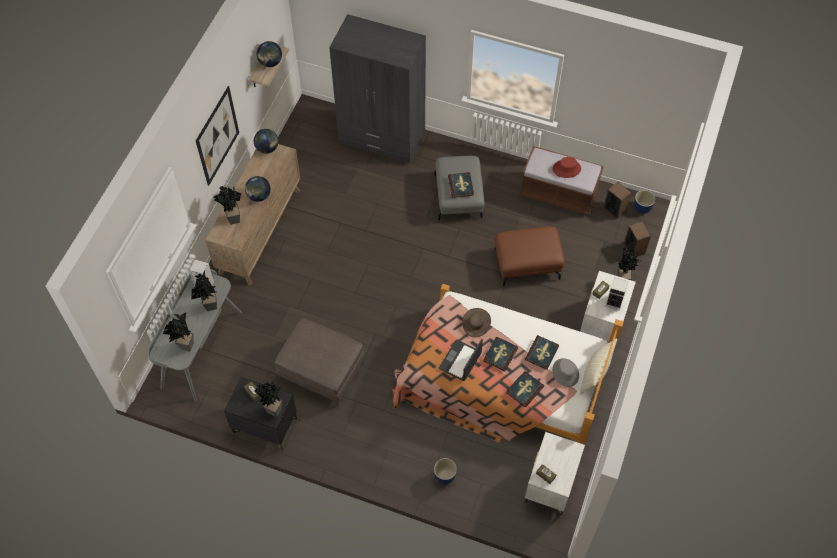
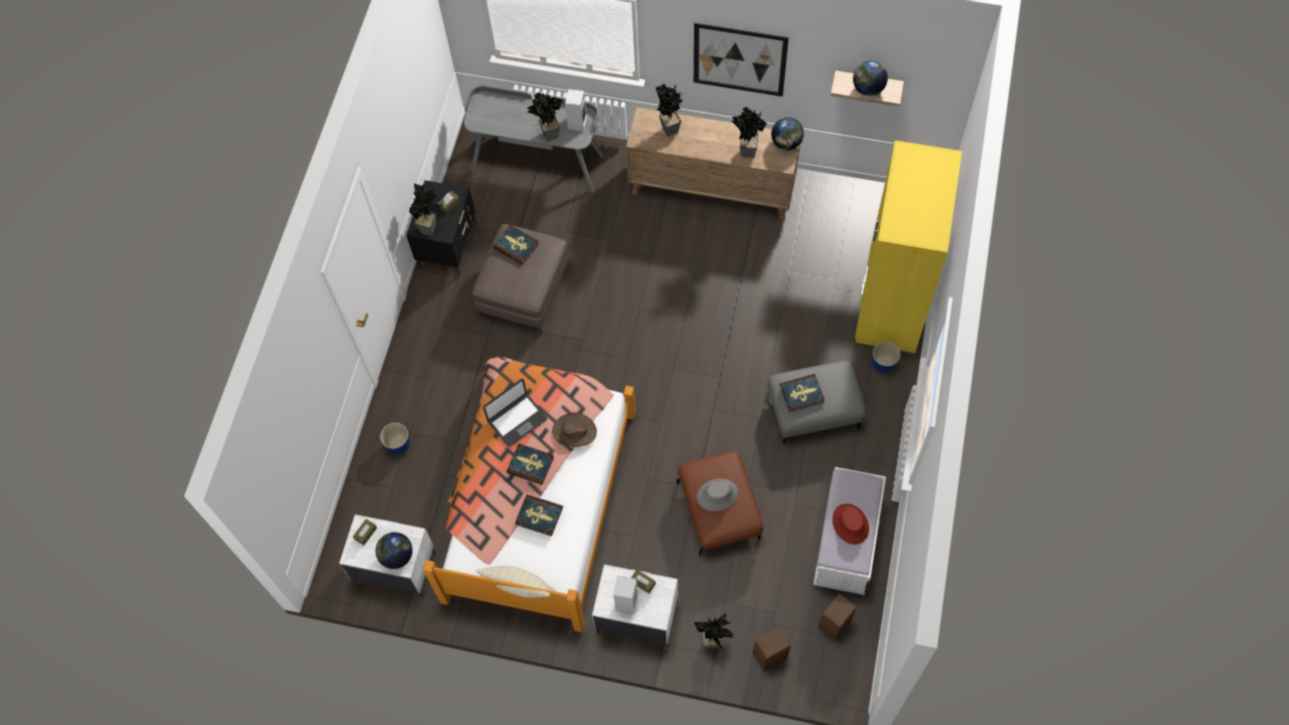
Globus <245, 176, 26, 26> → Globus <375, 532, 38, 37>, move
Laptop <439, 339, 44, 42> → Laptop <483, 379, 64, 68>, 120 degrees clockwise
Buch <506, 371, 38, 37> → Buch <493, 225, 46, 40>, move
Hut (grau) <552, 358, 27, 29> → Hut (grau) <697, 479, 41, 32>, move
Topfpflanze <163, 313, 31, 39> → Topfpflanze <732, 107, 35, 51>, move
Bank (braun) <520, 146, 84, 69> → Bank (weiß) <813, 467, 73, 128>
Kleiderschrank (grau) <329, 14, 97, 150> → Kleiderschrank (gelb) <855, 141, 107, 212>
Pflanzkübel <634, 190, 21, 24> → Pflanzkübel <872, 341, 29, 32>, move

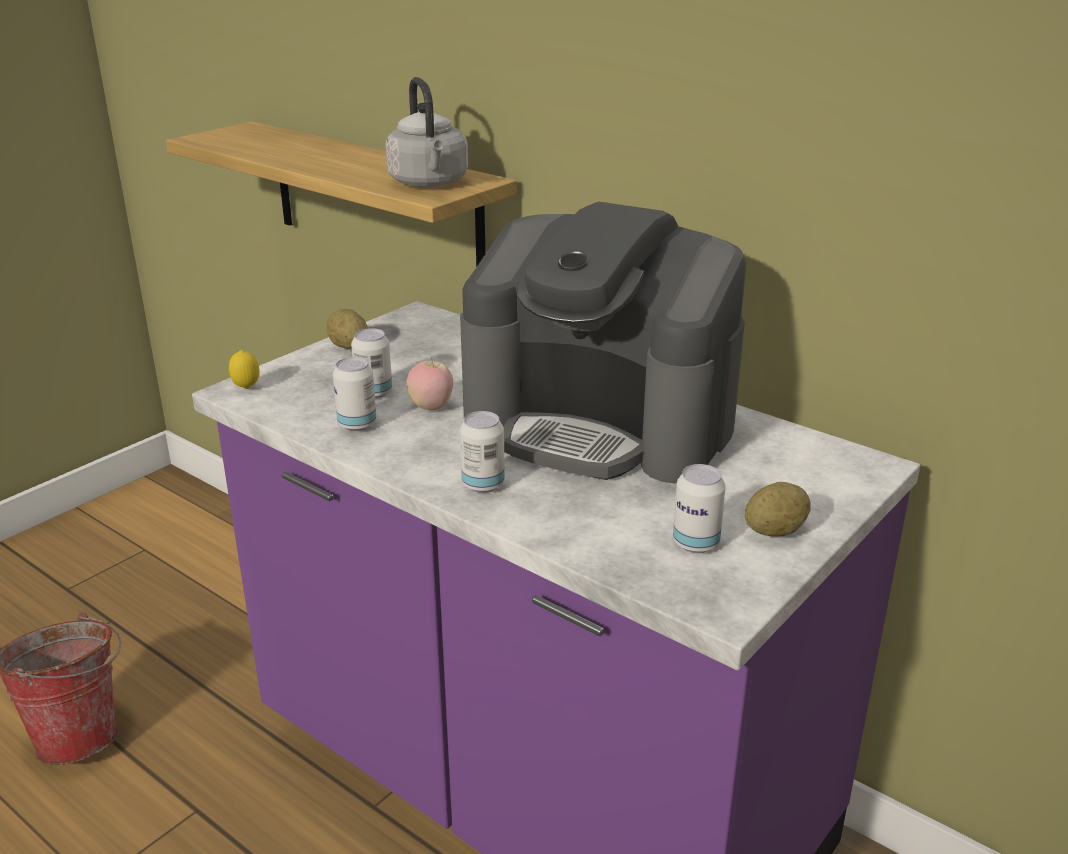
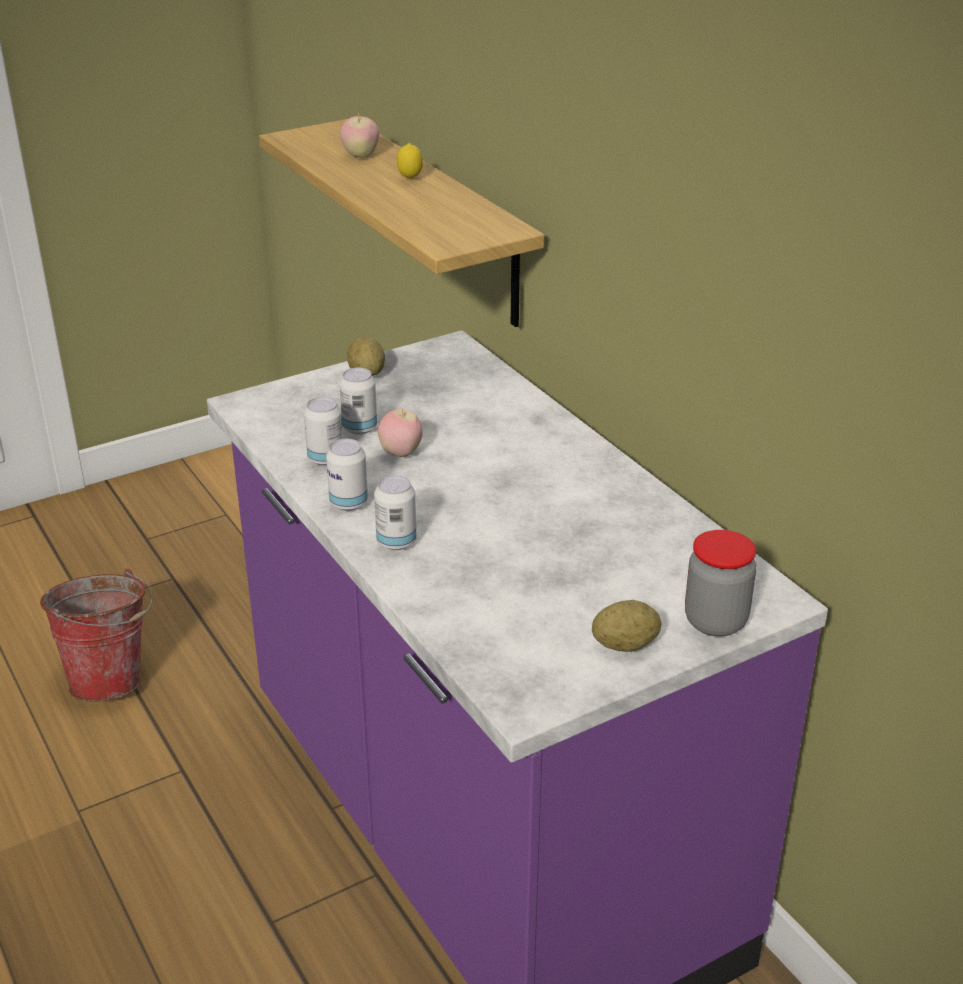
Dose <673, 464, 53, 89> → Dose <326, 439, 42, 72>, move
- → Apfel <340, 113, 39, 45>
Zitrone <229, 350, 30, 39> → Zitrone <397, 143, 26, 37>, move
- → Vorratsglas <685, 530, 71, 107>
Wasserkessel (grau) <385, 77, 83, 110> → -
Kaffeemaschine <460, 202, 287, 281> → -

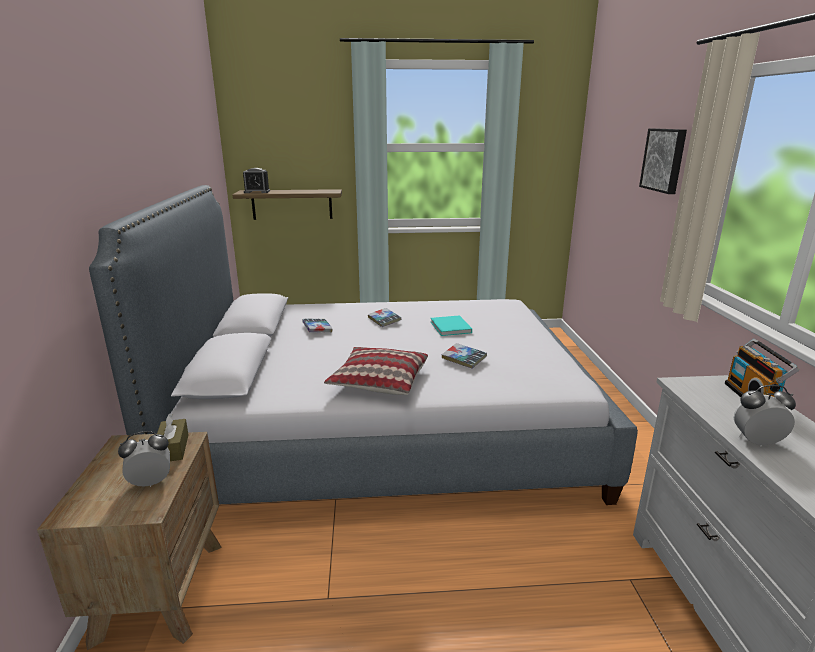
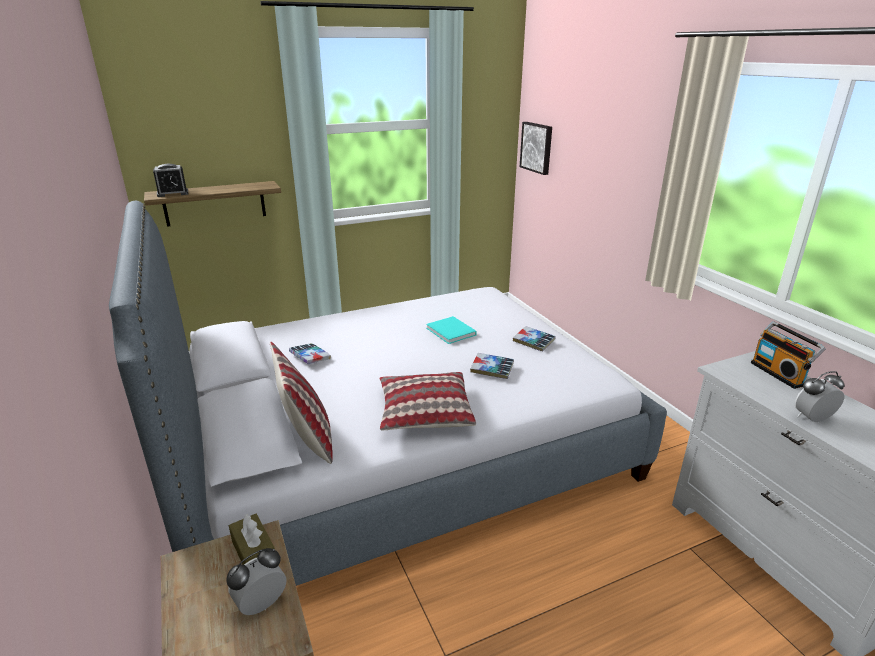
- → Kissen <270, 342, 63, 122>
Buch <368, 308, 34, 19> → Buch <513, 326, 43, 25>, move
Bild <639, 128, 48, 66> → Bild <520, 122, 32, 53>, move

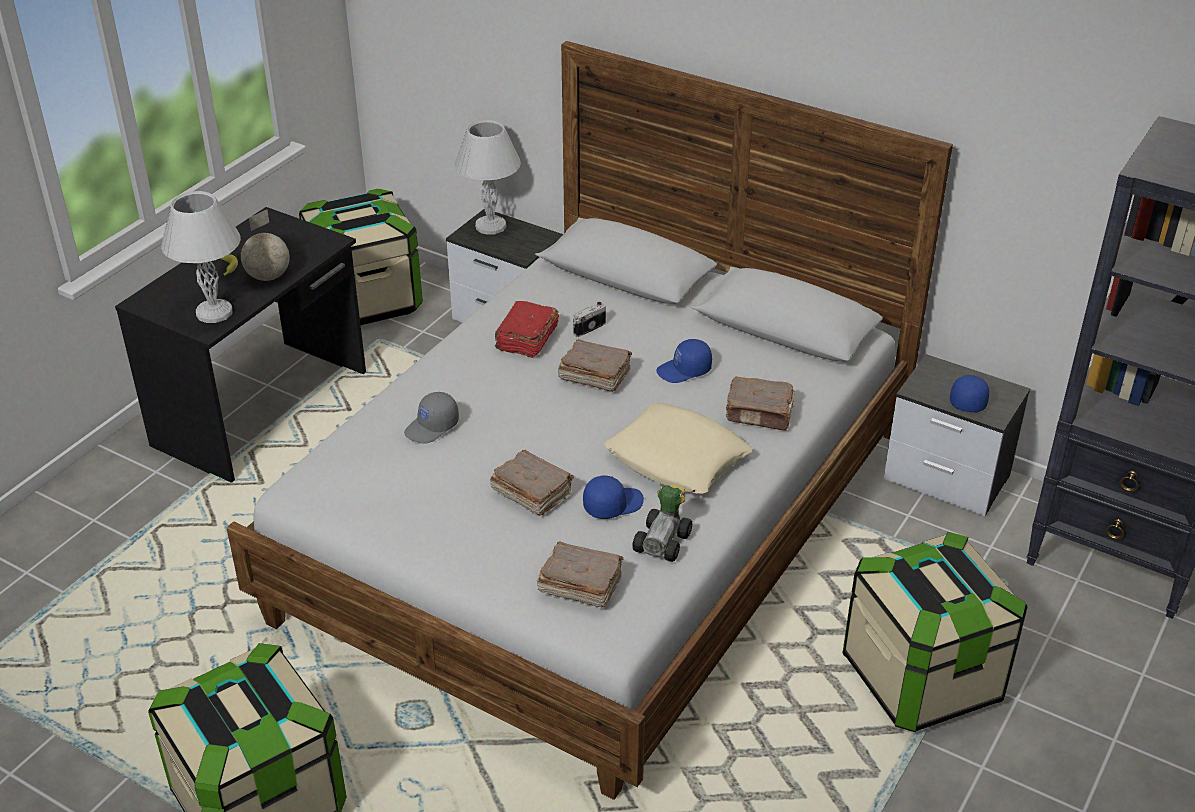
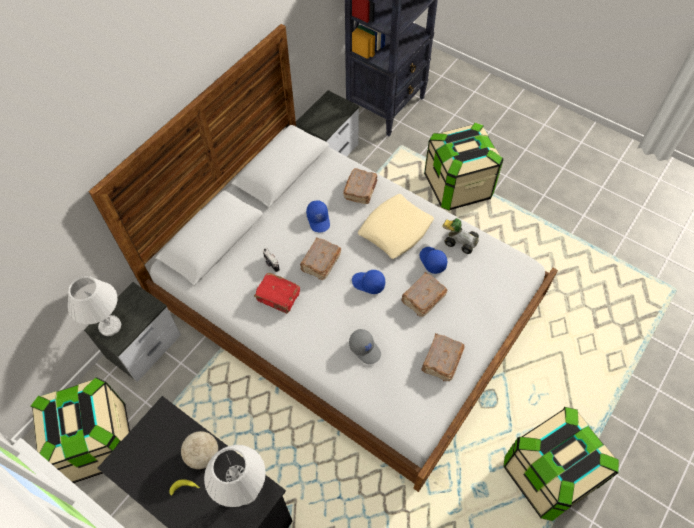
Kappe (blau) <950, 375, 39, 37> → Kappe (blau) <352, 270, 33, 24>, move
Buch (braun) <537, 541, 86, 67> → Buch (braun) <421, 333, 43, 49>, move

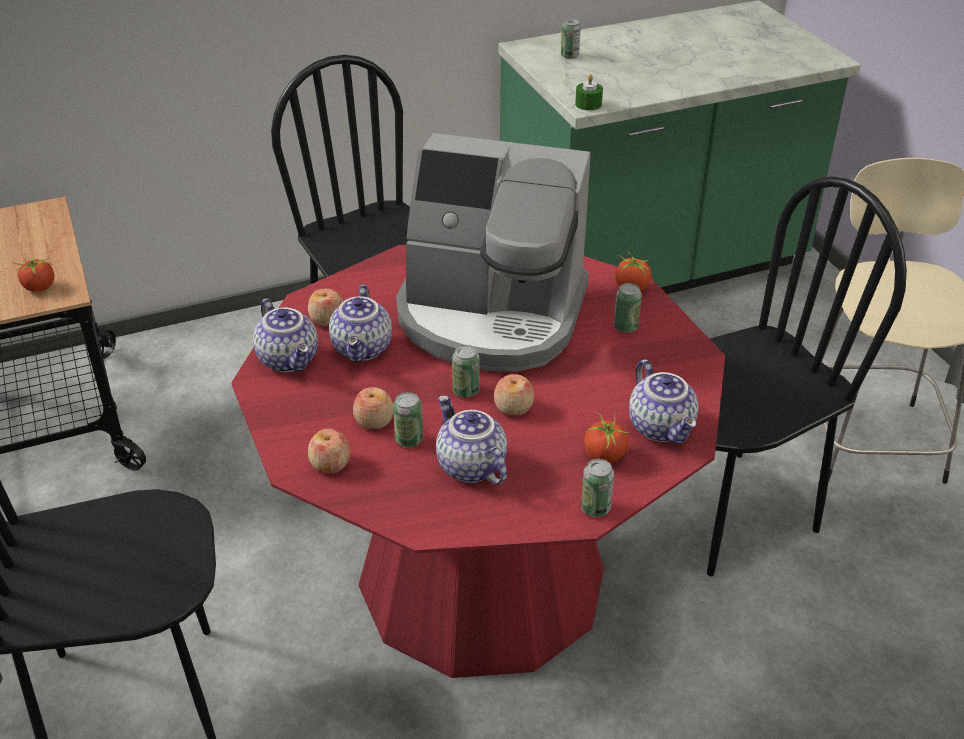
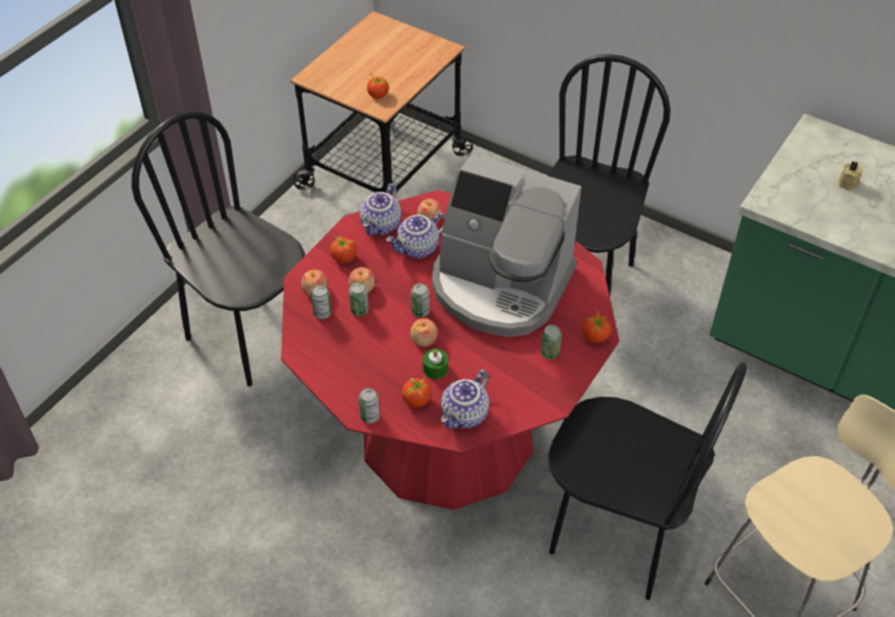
Dose <561, 19, 20, 40> → Dose <311, 285, 20, 34>, move
- → Tomate <329, 235, 28, 28>
Kerze (grün) <575, 74, 28, 36> → Kerze (grün) <423, 349, 25, 30>, move
Kaffeemaschine <396, 133, 195, 239> → Kaffeemaschine <432, 153, 149, 184>, 45 degrees counterclockwise
- → Kerze (beige) <838, 161, 25, 30>
Teekanne <436, 395, 71, 90> → -

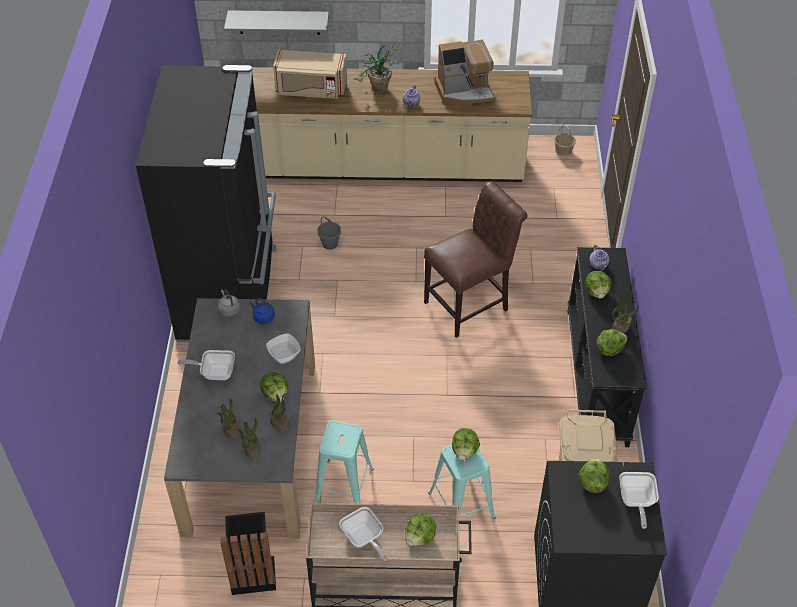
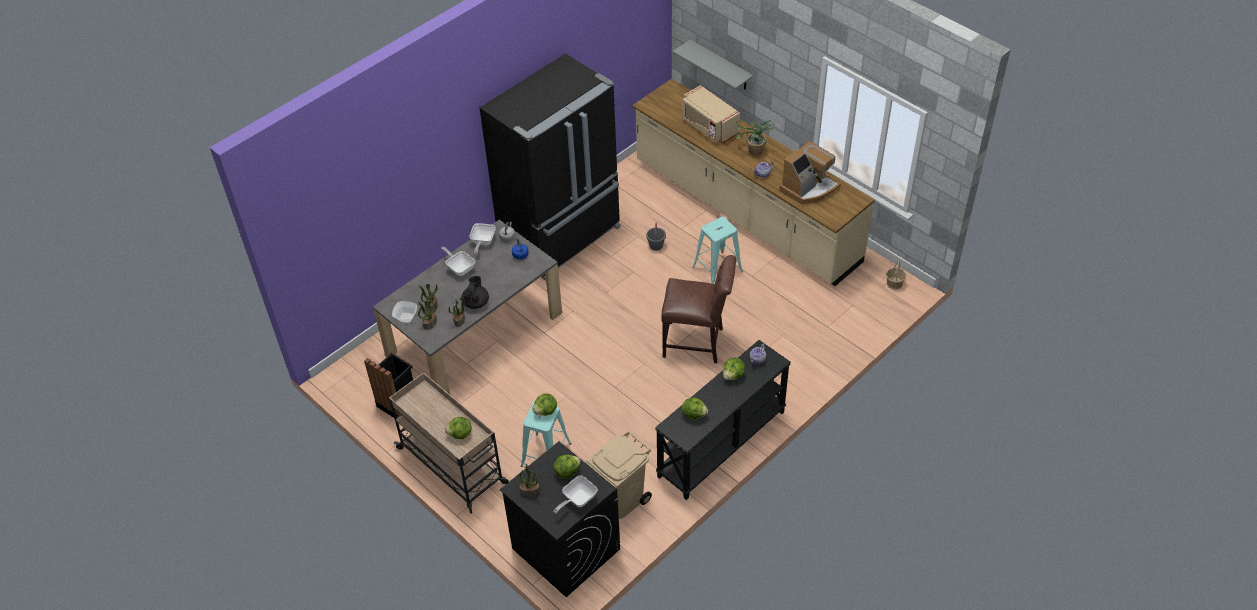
Schüssel <266, 333, 35, 31> → Schüssel <392, 301, 25, 22>, move
Salatkopf <260, 372, 28, 30> → Teekanne (schwarz) <462, 276, 27, 33>
Pfanne <339, 507, 48, 54> → Pfanne <469, 223, 27, 31>, move
Topfpflanze <612, 298, 27, 35> → Topfpflanze <519, 464, 21, 32>, move
Hocker (türkis) <314, 420, 60, 84> → Hocker (türkis) <692, 217, 51, 67>, move
Kaffeemaschine <434, 40, 62, 66> → Kaffeemaschine <779, 141, 62, 63>, 75 degrees counterclockwise

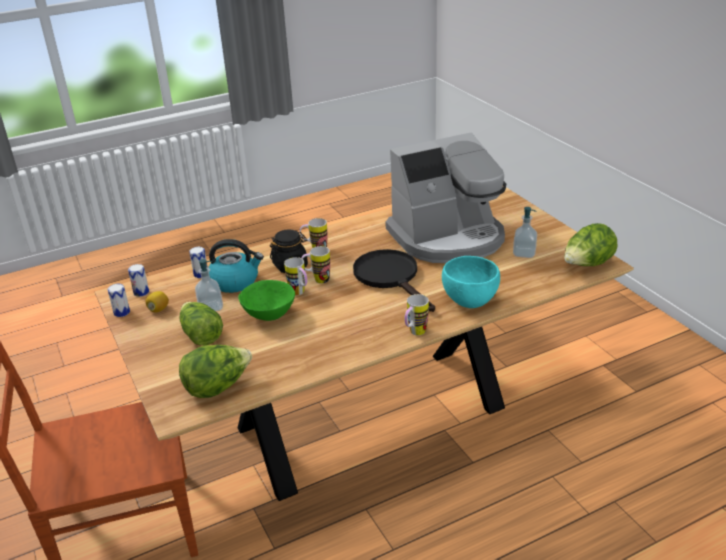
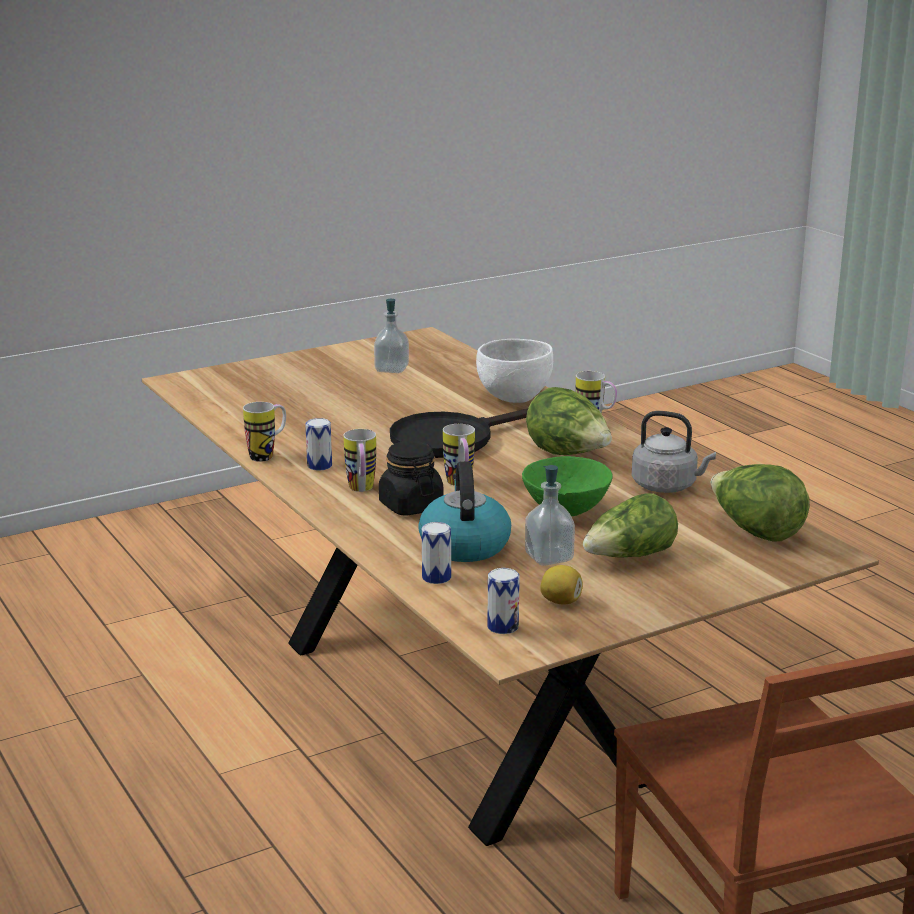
Henkelbecher <284, 257, 23, 38> → Henkelbecher <243, 402, 43, 60>, move
Dose <108, 284, 22, 33> → Dose <305, 418, 27, 52>, move
Schüssel (türkis) <442, 256, 58, 52> → Schüssel (weiß) <476, 339, 77, 64>
Salatkopf <564, 223, 53, 43> → Salatkopf <526, 387, 86, 68>, move
- → Wasserkessel (grau) <632, 411, 84, 82>
Kaffeemaschine <386, 133, 120, 130> → -

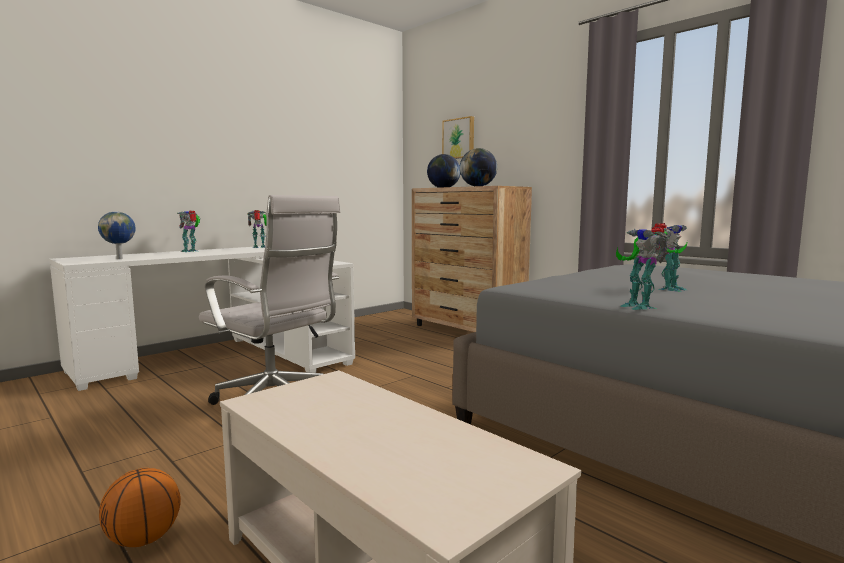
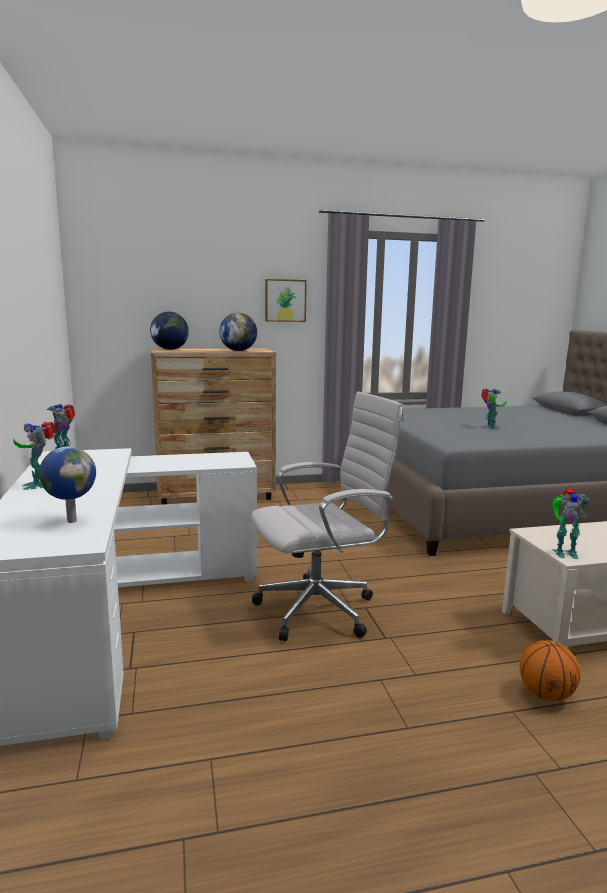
Bild <442, 116, 32, 43> → Bild <265, 279, 42, 43>, move
Spielzeugroboter <616, 227, 53, 83> → Spielzeugroboter <552, 488, 38, 71>, move

